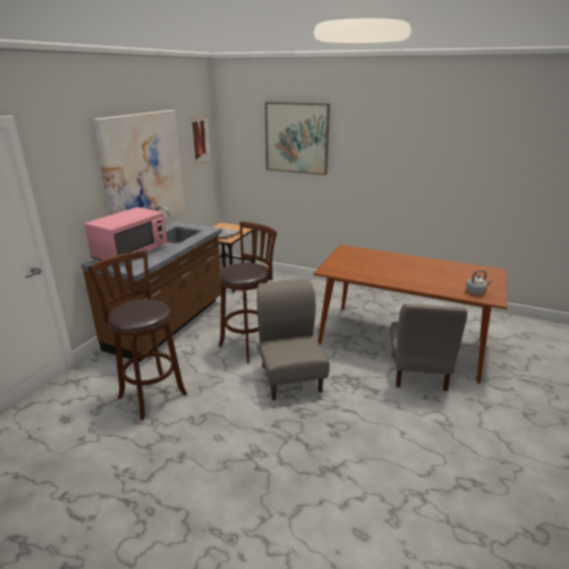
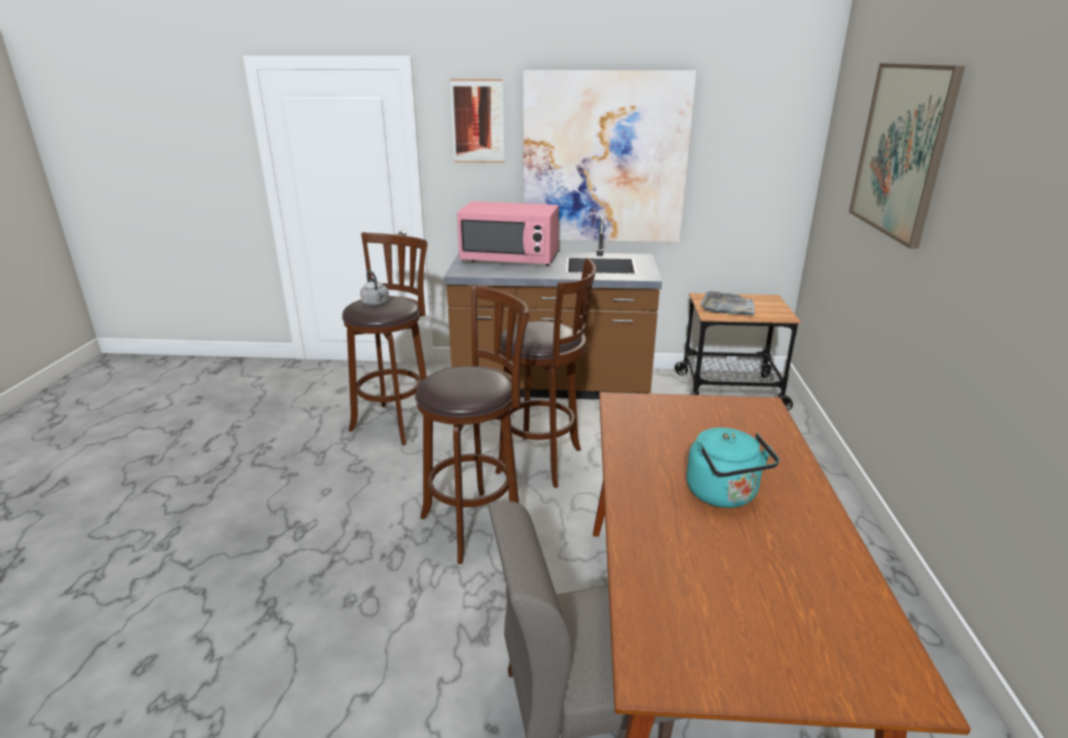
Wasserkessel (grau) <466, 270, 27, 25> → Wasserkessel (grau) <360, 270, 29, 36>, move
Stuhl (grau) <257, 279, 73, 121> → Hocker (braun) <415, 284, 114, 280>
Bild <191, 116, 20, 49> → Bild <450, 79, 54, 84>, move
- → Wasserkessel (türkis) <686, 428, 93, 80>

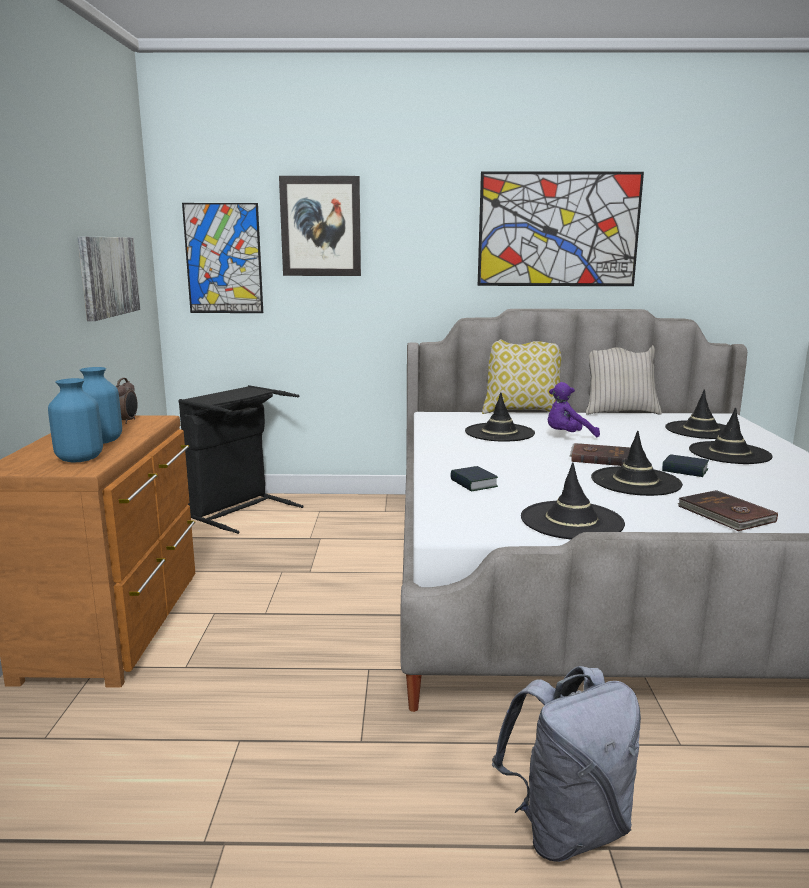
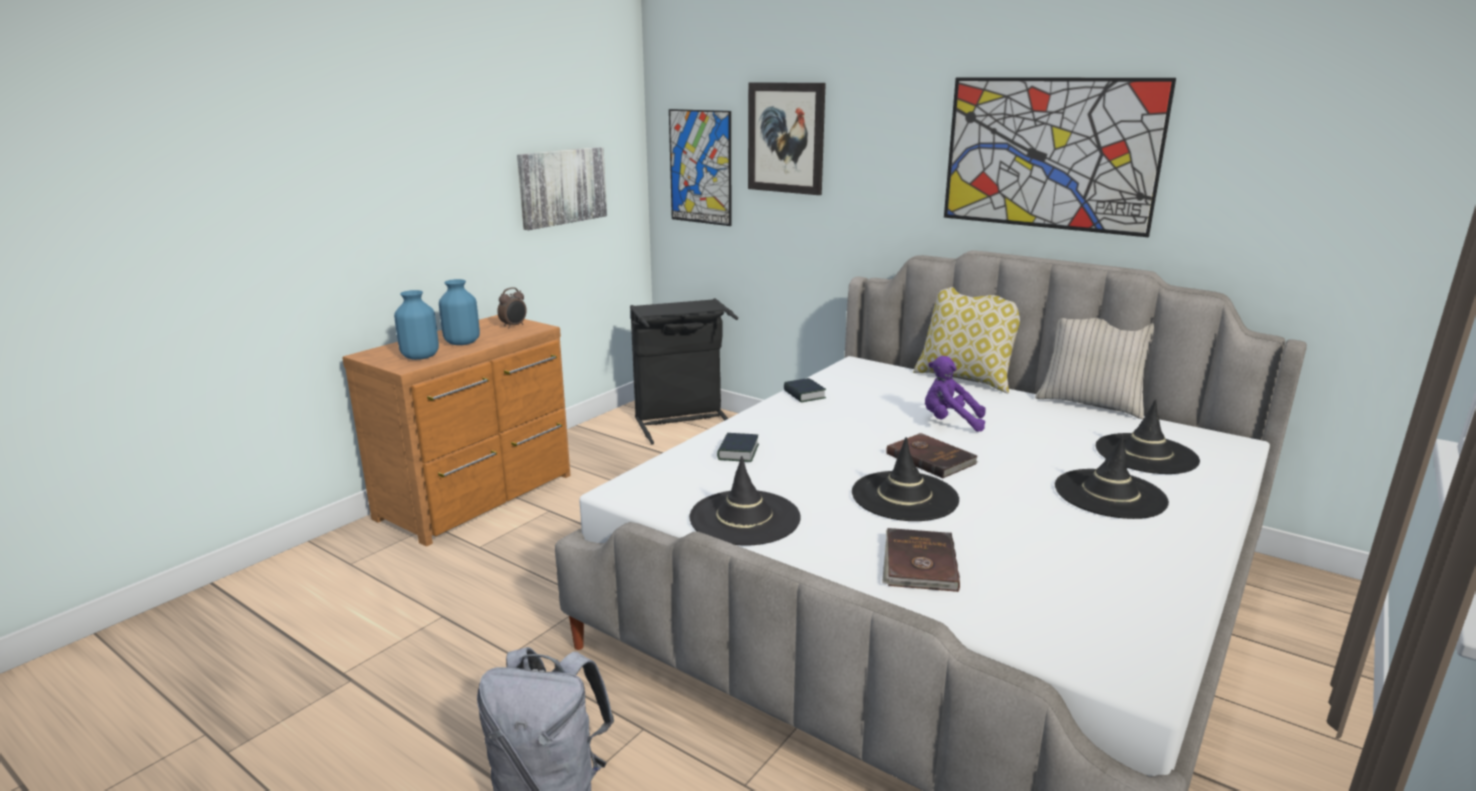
Buch <662, 454, 47, 23> → Buch <784, 378, 42, 24>, move
Hut (schwarz) <465, 392, 70, 50> → -

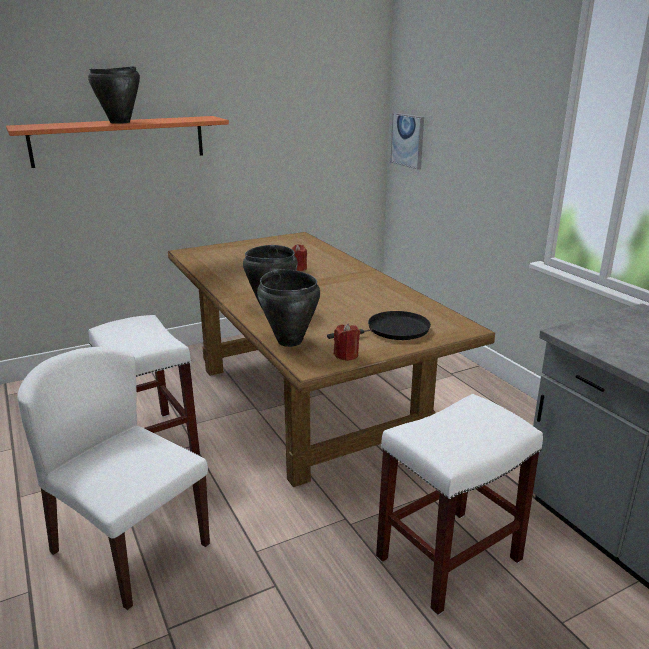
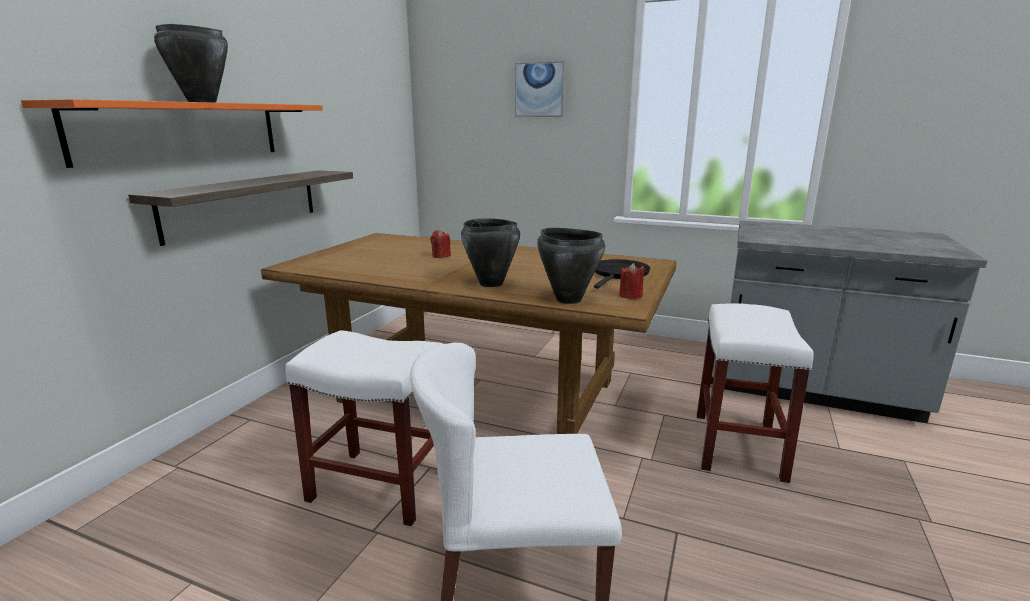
- → Wandregal <128, 170, 225, 76>
Bild <391, 113, 33, 57> → Bild <515, 61, 50, 56>, move

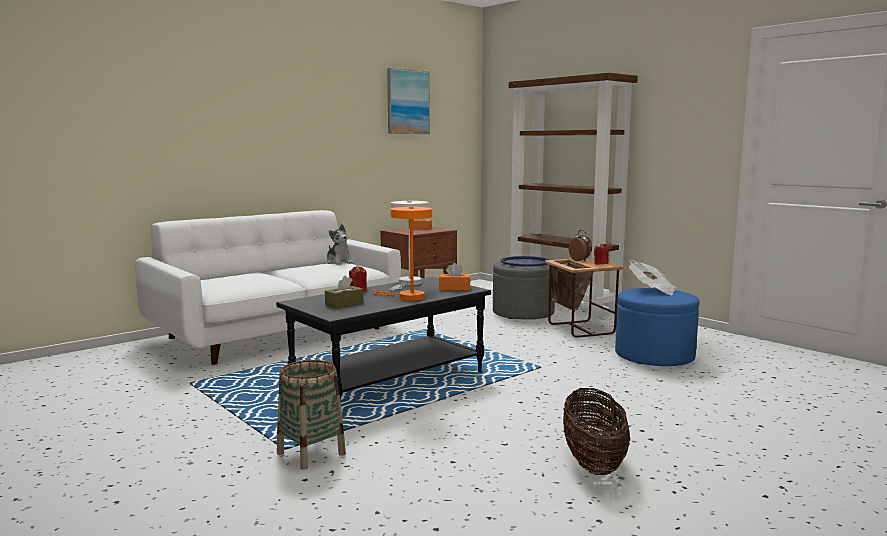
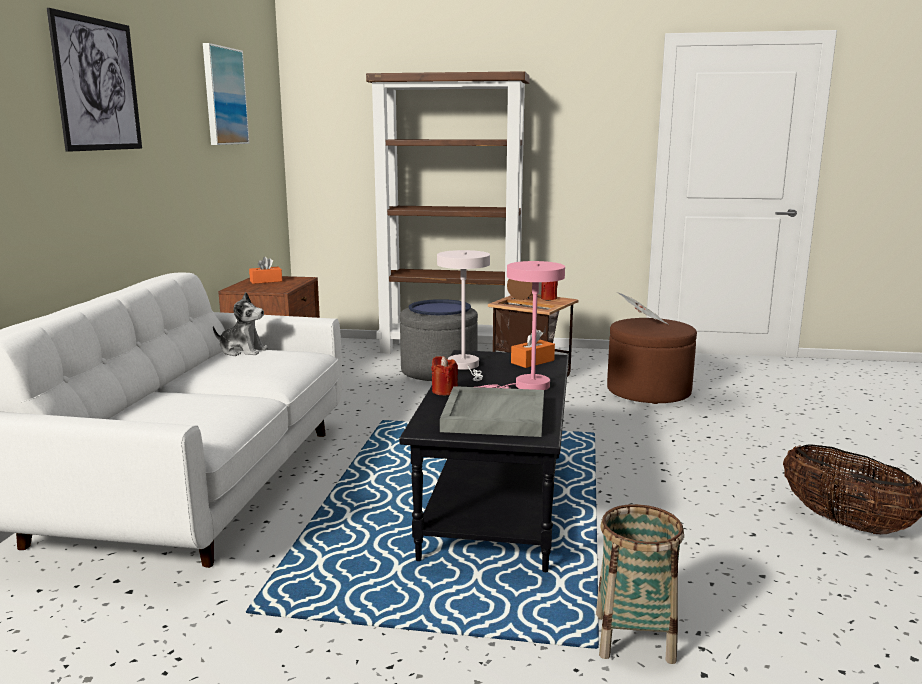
- → Bild <47, 8, 95, 144>
Taschentuchbox (braun) <325, 276, 38, 32> → Tablett (grau) <440, 386, 104, 51>
Tischlampe (orange) <373, 207, 59, 94> → Tischlampe (rosa) <479, 261, 86, 129>
Polsterhocker (blau) <615, 288, 84, 78> → Polsterhocker (braun) <607, 318, 90, 86>

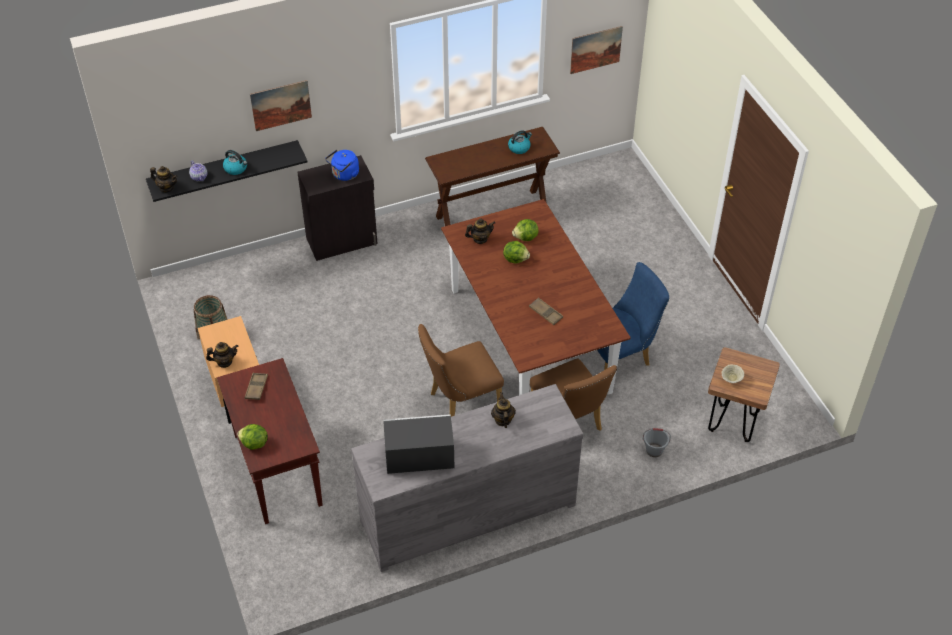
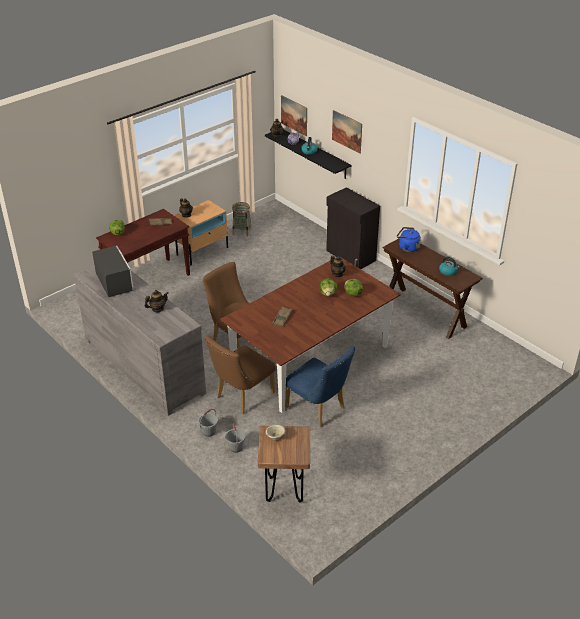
- → Eimer (grau) <198, 409, 20, 28>
Bild <570, 26, 53, 48> → Bild <281, 95, 26, 41>, move
Wasserkessel (blau) <325, 150, 34, 31> → Wasserkessel (blau) <397, 227, 24, 25>, move

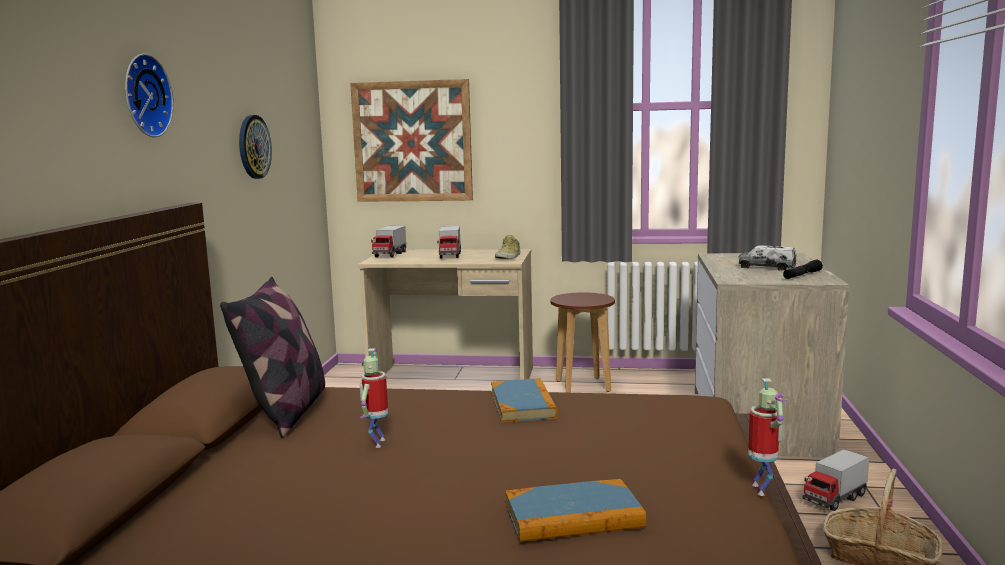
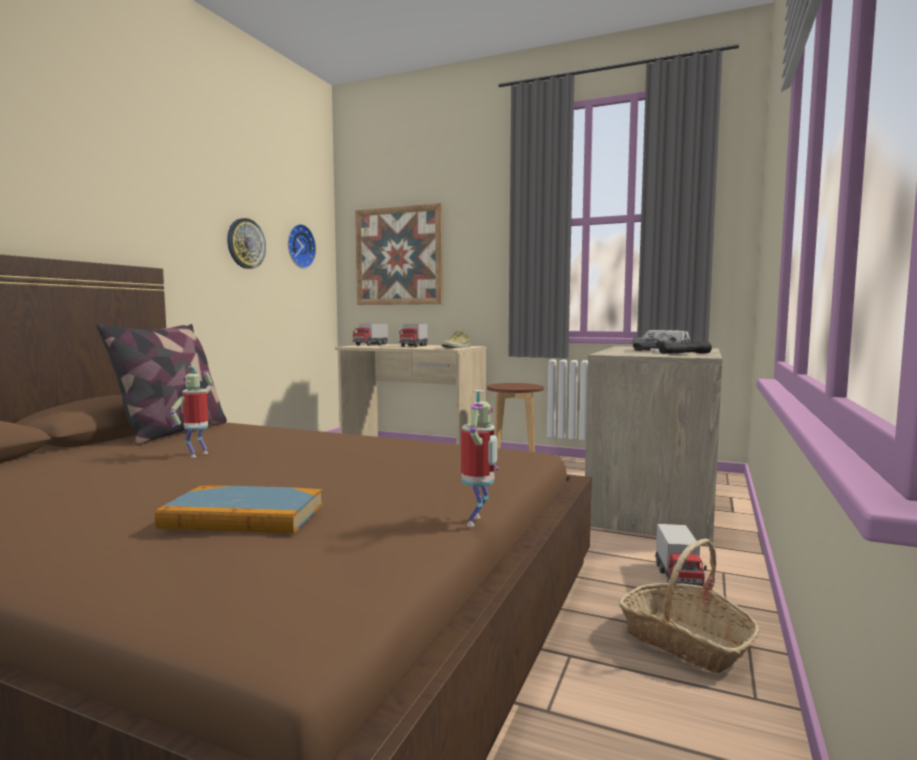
Wanduhr <125, 53, 49, 84> → Wanduhr <288, 224, 28, 45>, move
Spielzeuglaster <802, 449, 67, 62> → Spielzeuglaster <655, 524, 52, 62>, 60 degrees counterclockwise
Buch <491, 378, 67, 44> → -

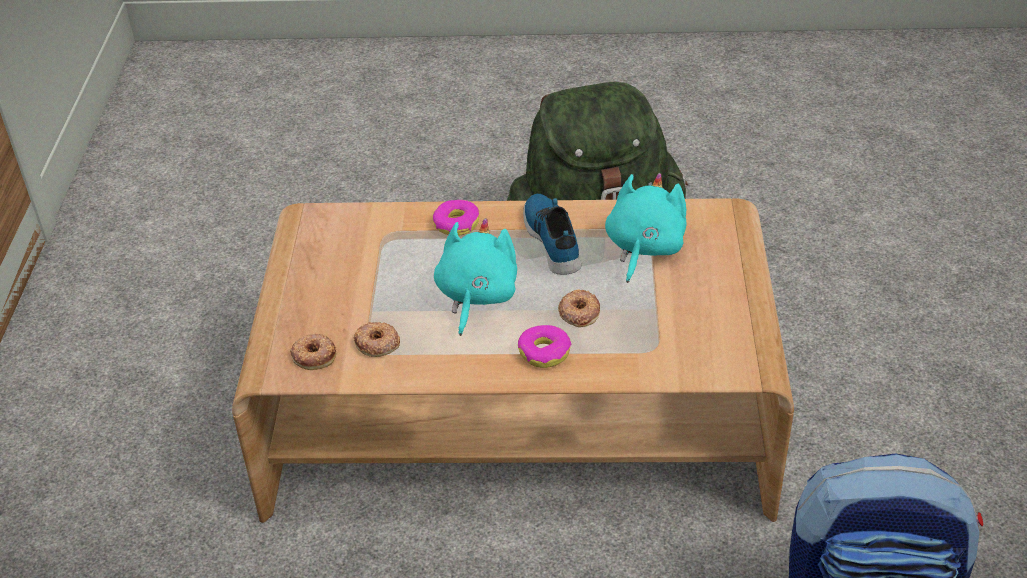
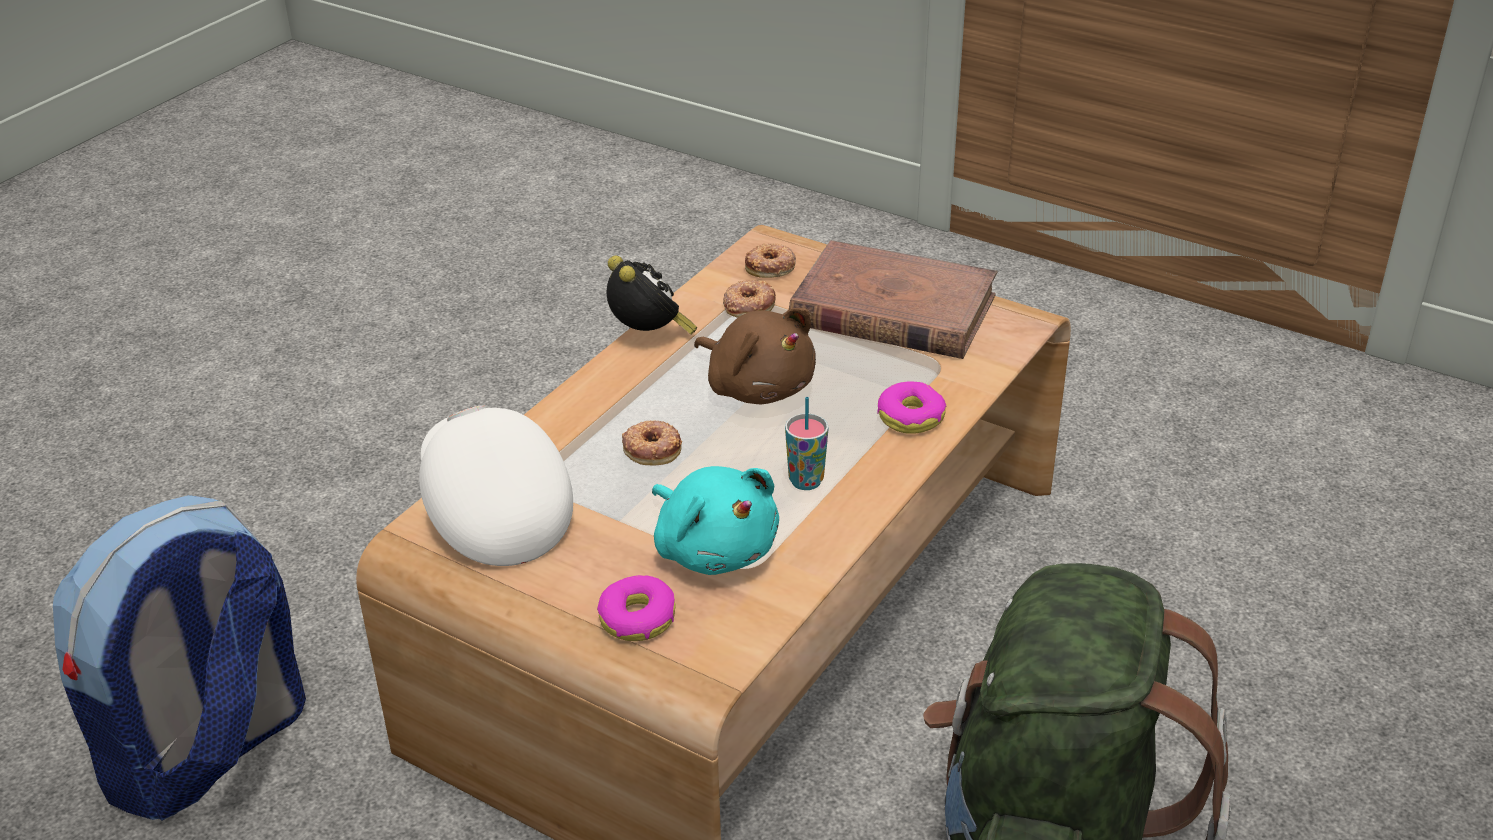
- → Kappe (weiß) <419, 405, 154, 161>
Donut <518, 325, 53, 43> → Donut <597, 575, 79, 66>, move
- → Wecker <607, 255, 90, 80>
Plüschtier (türkis) <434, 218, 83, 118> → Plüschtier (braun) <694, 308, 122, 96>
Schuh <523, 194, 59, 81> → Tasse <785, 397, 43, 93>
- → Buch (braun) <789, 240, 209, 119>

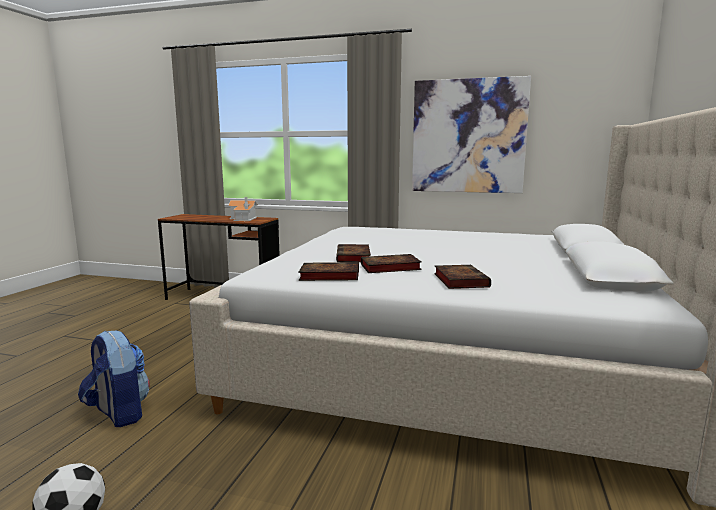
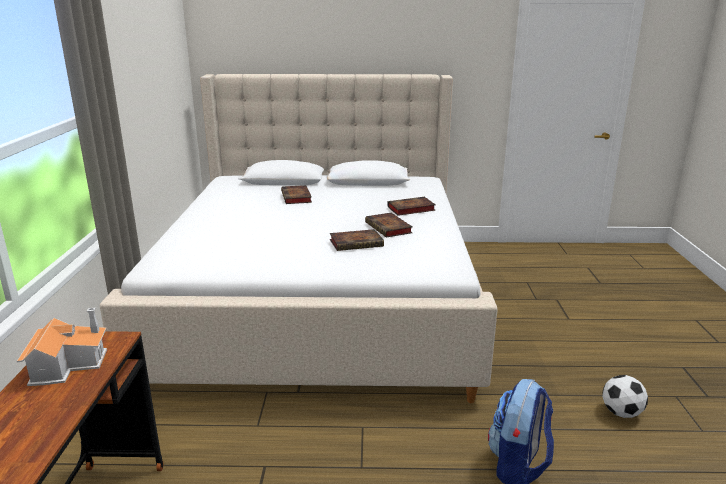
Buch <298, 262, 61, 19> → Buch <281, 185, 31, 19>, move
Bild <412, 76, 119, 117> → -

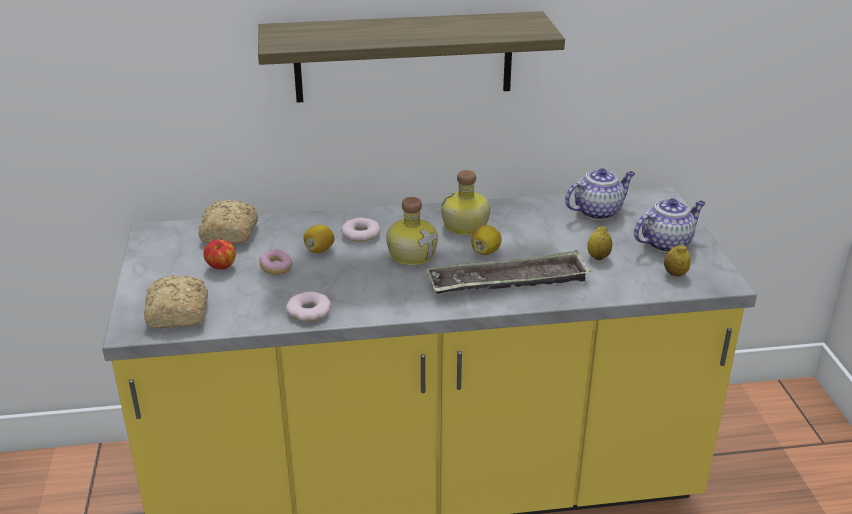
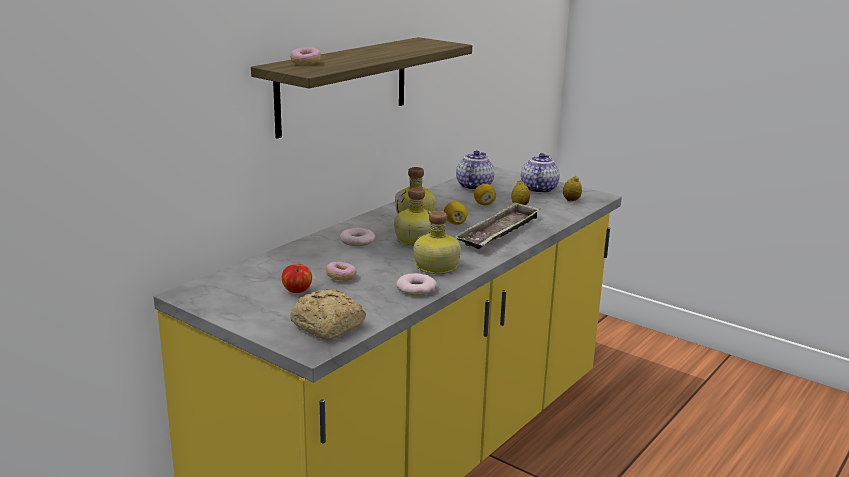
- → Donut <290, 47, 31, 18>
- → Flasche <413, 211, 48, 63>
Zitrone <303, 225, 32, 28> → Zitrone <474, 184, 22, 22>, move
Brot <199, 200, 59, 44> → -

